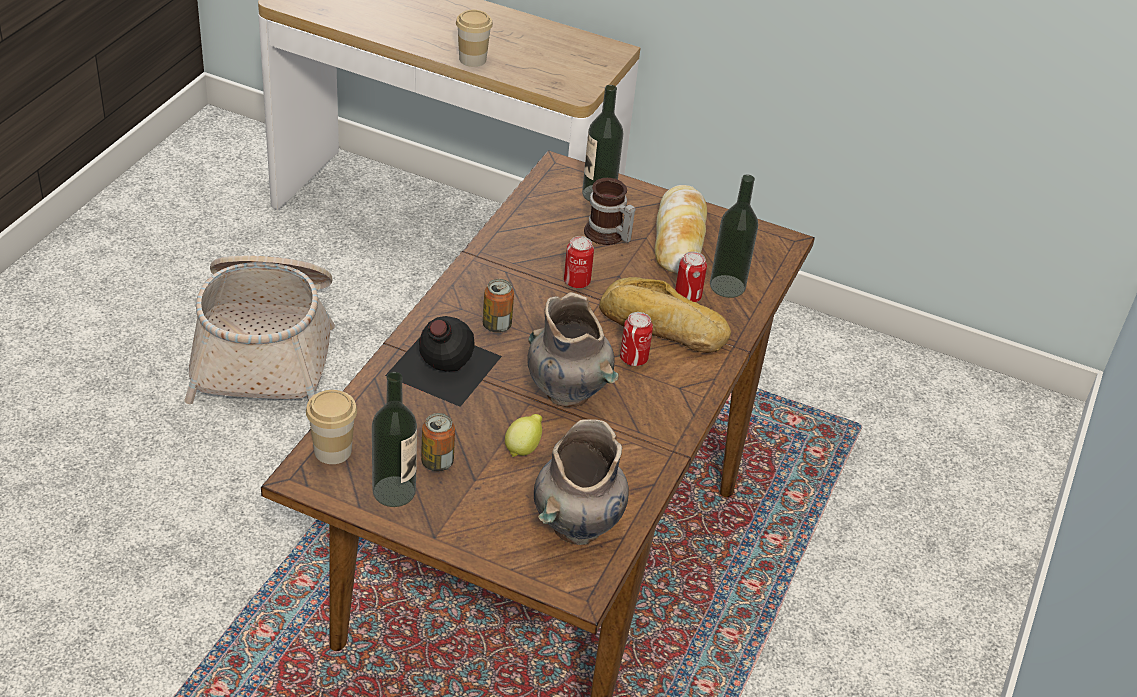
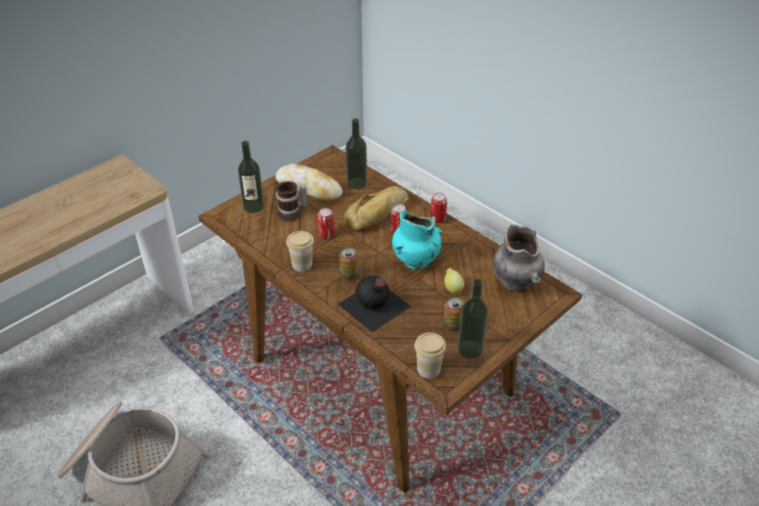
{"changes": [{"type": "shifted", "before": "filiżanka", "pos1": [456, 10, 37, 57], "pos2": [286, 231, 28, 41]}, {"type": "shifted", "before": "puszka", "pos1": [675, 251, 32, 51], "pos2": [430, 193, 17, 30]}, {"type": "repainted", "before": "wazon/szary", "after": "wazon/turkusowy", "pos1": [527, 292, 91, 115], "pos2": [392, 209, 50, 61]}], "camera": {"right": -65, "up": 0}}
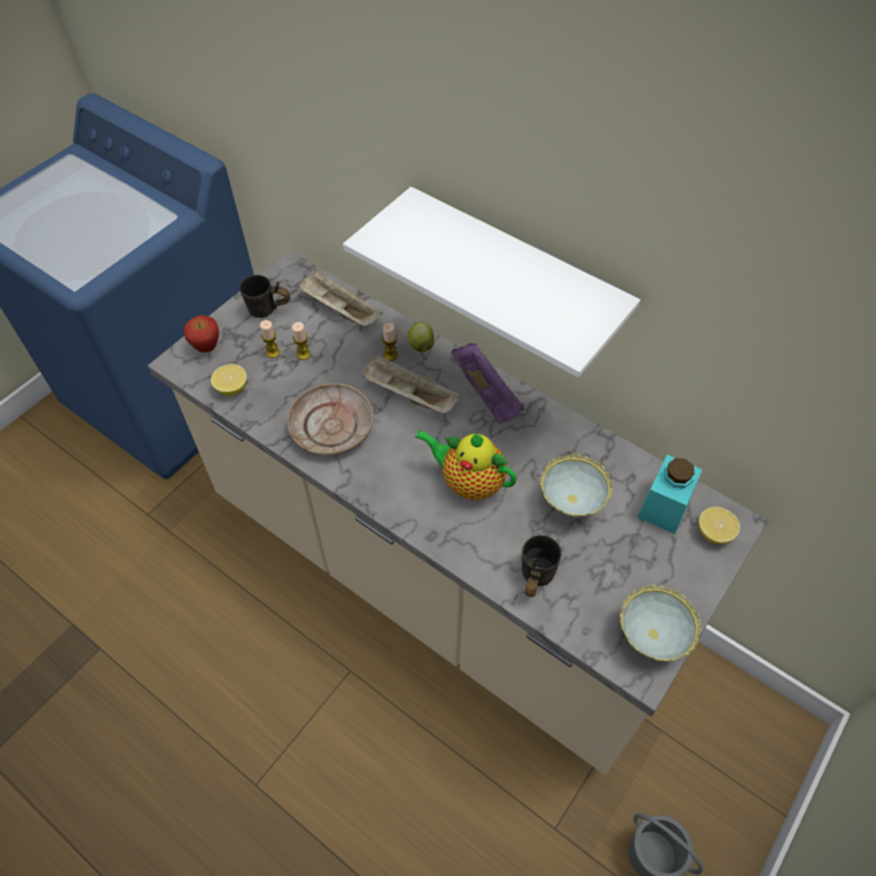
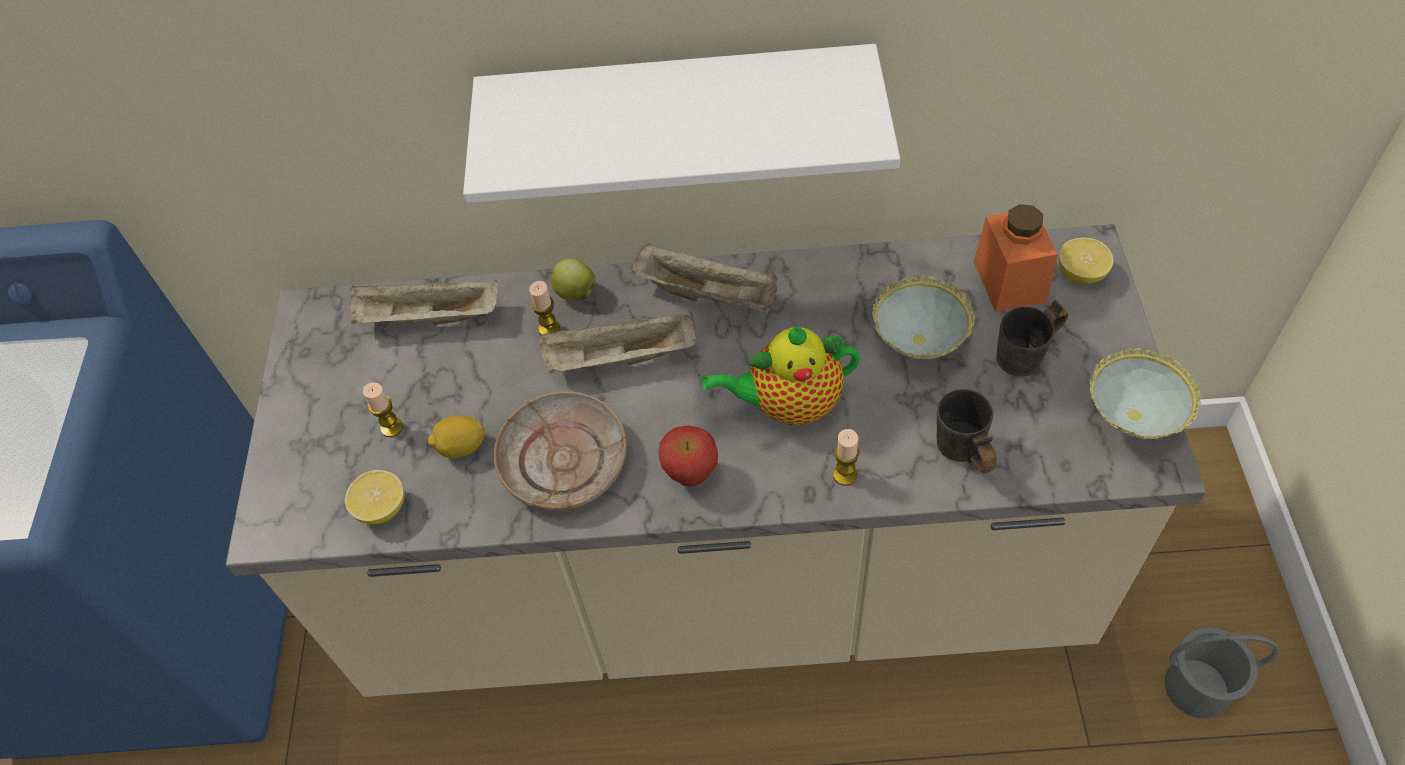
{"changes": [{"type": "shifted", "before": "kubek/szary", "pos1": [239, 275, 51, 43], "pos2": [996, 300, 72, 76]}, {"type": "shifted", "before": "jabłko", "pos1": [184, 315, 35, 38], "pos2": [658, 425, 60, 62]}, {"type": "shifted", "before": "świeca", "pos1": [292, 322, 19, 38], "pos2": [833, 429, 27, 57]}, {"type": "repainted", "before": "taca/fioletowy", "after": "taca/beżowy", "pos1": [451, 343, 74, 81], "pos2": [629, 243, 149, 70]}, {"type": "repainted", "before": "słoik/turkusowy", "after": "słoik/pomarańczowy", "pos1": [637, 455, 66, 79], "pos2": [974, 204, 83, 108]}, {"type": "new", "after": "cytryna", "pos2": [427, 415, 58, 43]}], "camera": {"right": -35, "up": 0}}
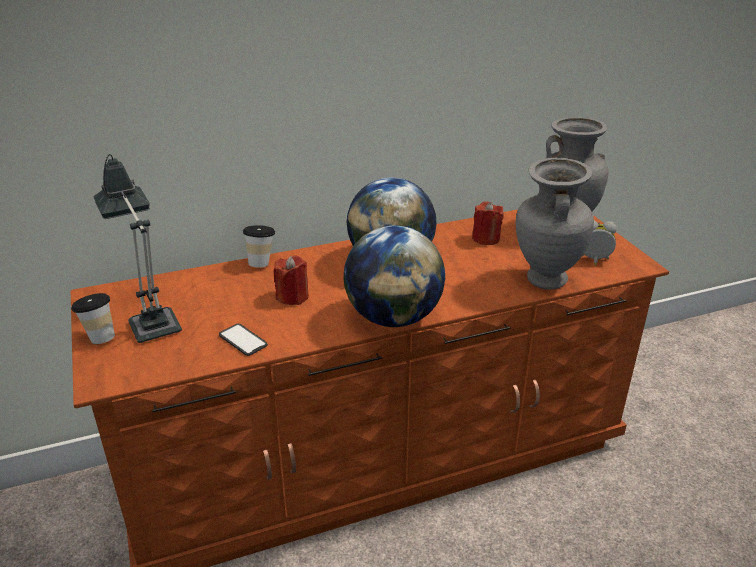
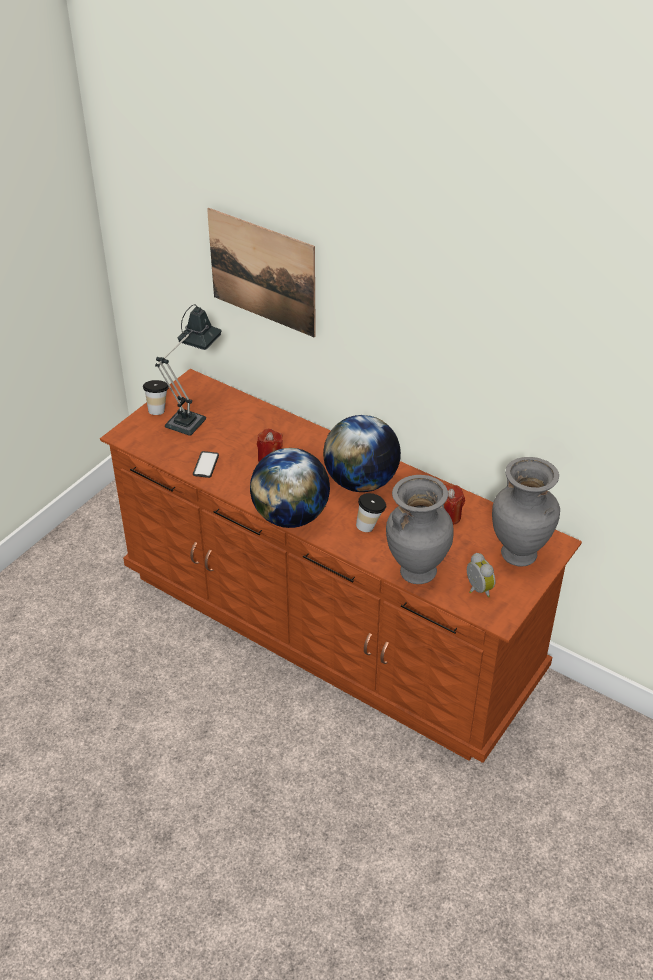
{"changes": [{"type": "shifted", "before": "filiżanka", "pos1": [243, 225, 32, 43], "pos2": [356, 493, 30, 39]}, {"type": "new", "after": "obraz", "pos2": [207, 208, 109, 129]}], "camera": {"right": 55, "up": 10}}
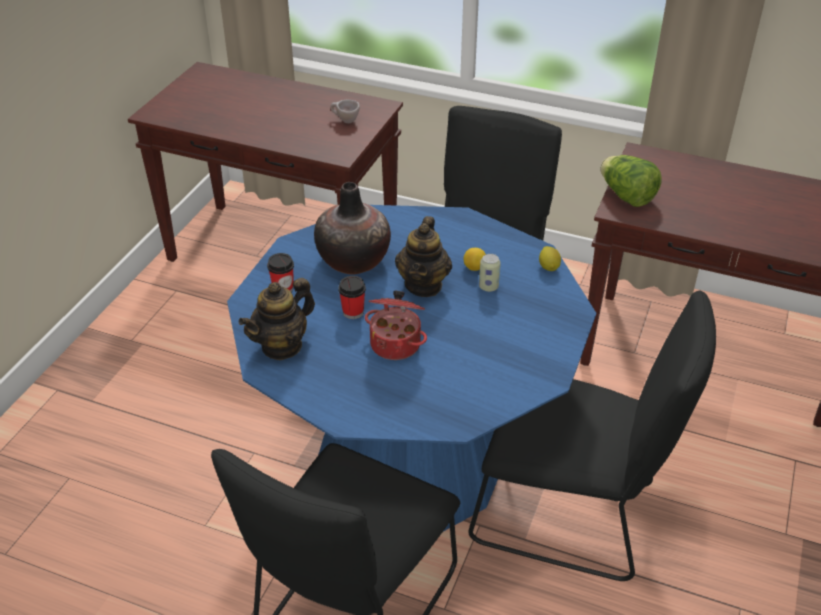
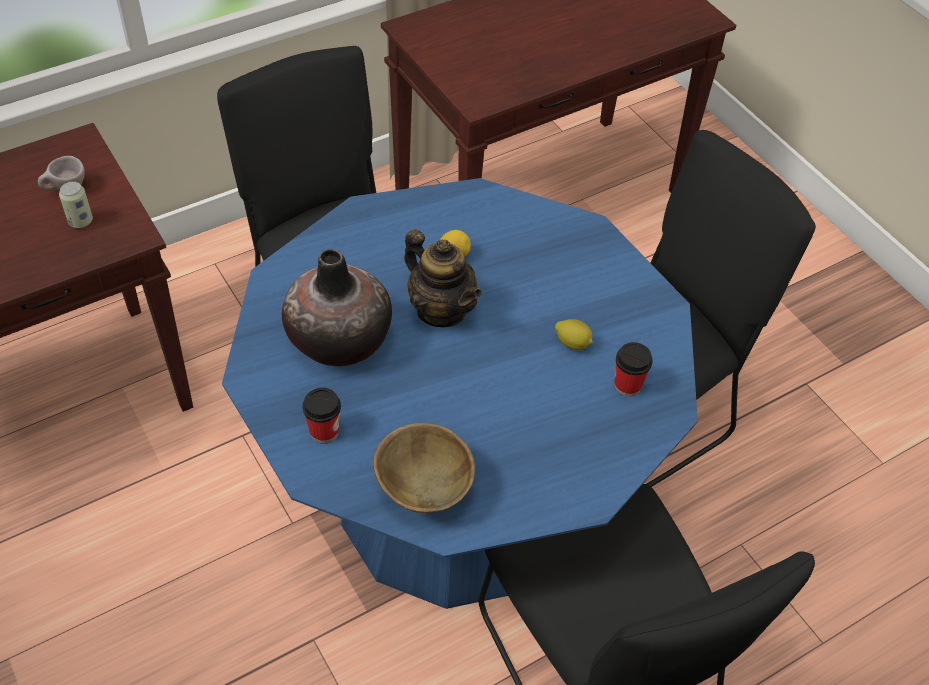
{"changes": [{"type": "gone", "before": "sałata", "pos1": [600, 155, 62, 52]}, {"type": "shifted", "before": "cytryna", "pos1": [539, 246, 22, 25], "pos2": [555, 319, 38, 31]}, {"type": "shifted", "before": "puszka", "pos1": [479, 254, 22, 38], "pos2": [59, 181, 34, 47]}, {"type": "shifted", "before": "filiżanka", "pos1": [338, 276, 28, 43], "pos2": [614, 342, 38, 55]}, {"type": "swapped", "before": "imbryk", "after": "miska/brązowy", "pos1": [239, 278, 76, 82], "pos2": [373, 423, 102, 90]}, {"type": "gone", "before": "garnek", "pos1": [365, 291, 62, 69]}], "camera": {"right": -55, "up": 10}}
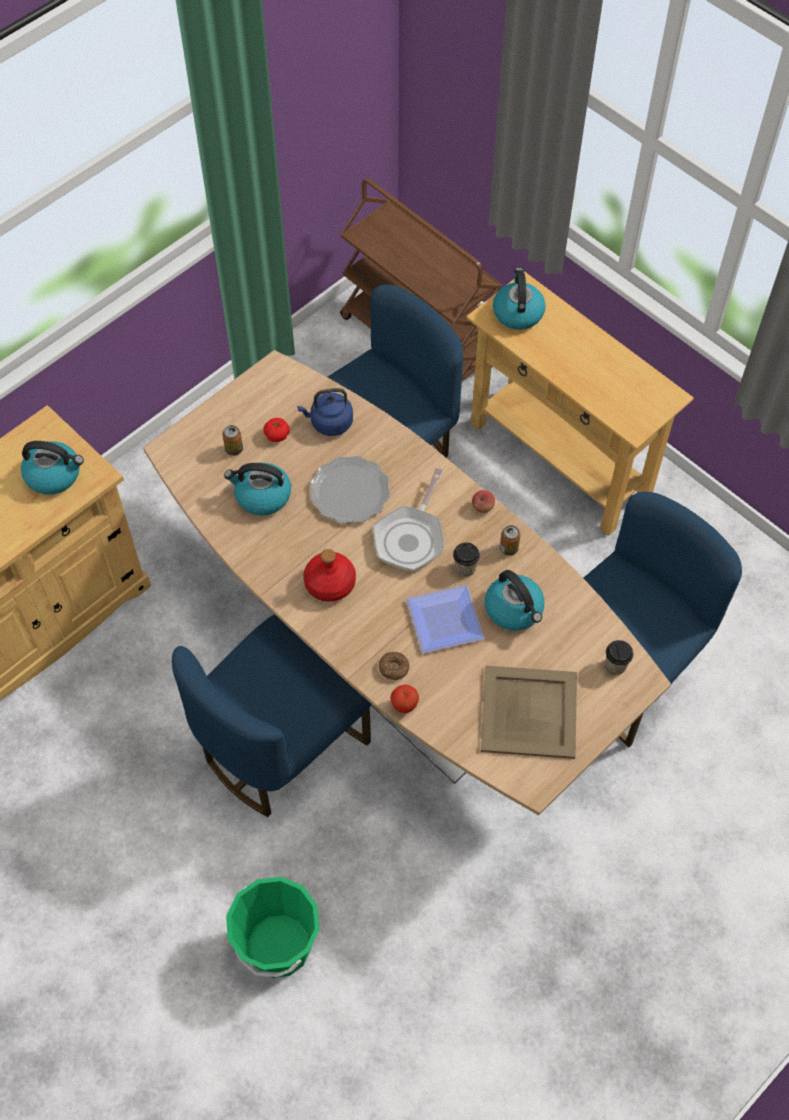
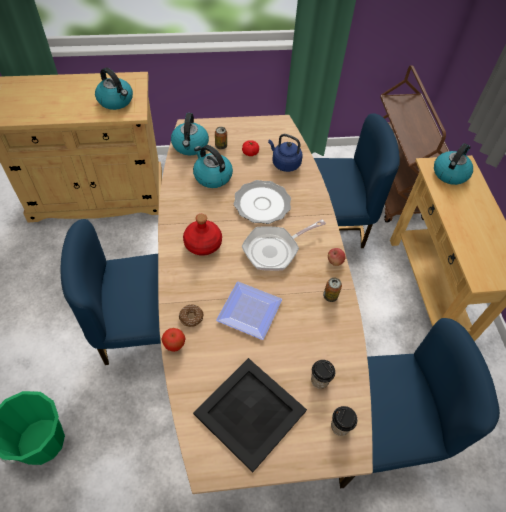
{"changes": [{"type": "shifted", "before": "filiżanka", "pos1": [453, 542, 27, 35], "pos2": [311, 360, 24, 29]}, {"type": "shifted", "before": "czajnik", "pos1": [485, 570, 59, 61], "pos2": [171, 113, 38, 42]}, {"type": "repainted", "before": "taca/beżowy", "after": "taca/czarny", "pos1": [481, 666, 96, 93], "pos2": [193, 358, 114, 115]}], "camera": {"right": 35, "up": -5}}
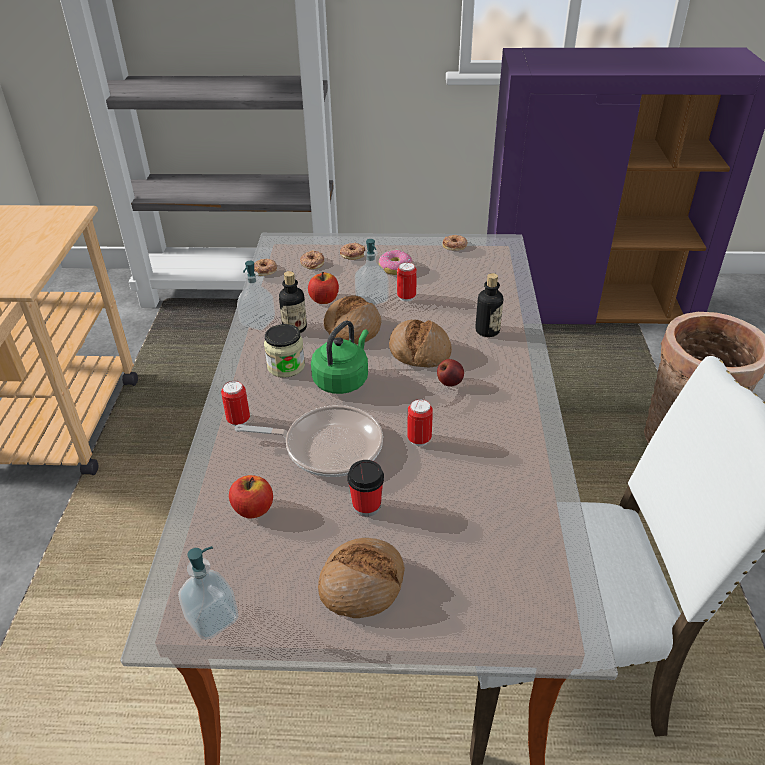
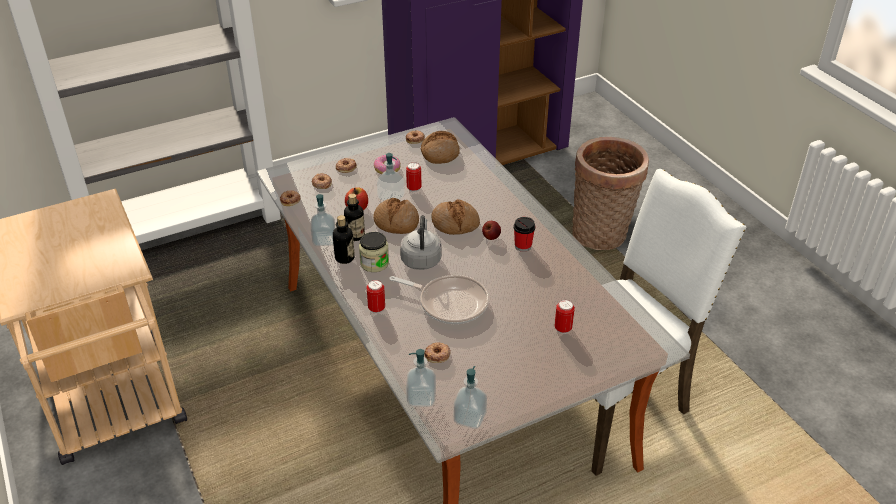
{"changes": [{"type": "shifted", "before": "butelka", "pos1": [475, 273, 28, 64], "pos2": [333, 215, 22, 49]}, {"type": "repainted", "before": "czajnik/zielony", "after": "czajnik/szary", "pos1": [311, 320, 57, 74], "pos2": [400, 215, 42, 55]}, {"type": "shifted", "before": "puszka", "pos1": [407, 399, 26, 47], "pos2": [555, 300, 20, 34]}, {"type": "rotated", "before": "patelnia", "pos1": [235, 405, 148, 72], "pos2": [389, 275, 100, 49], "turn": 45}, {"type": "shifted", "before": "filiżanka", "pos1": [347, 460, 37, 57], "pos2": [514, 217, 21, 35]}, {"type": "swapped", "before": "jabłko", "after": "donut", "pos1": [229, 475, 44, 44], "pos2": [424, 342, 27, 21]}, {"type": "shifted", "before": "chleb", "pos1": [318, 538, 87, 80], "pos2": [421, 131, 39, 33]}, {"type": "new", "after": "dozownik mydła", "pos2": [406, 349, 30, 58]}], "camera": {"right": -30, "up": 0}}
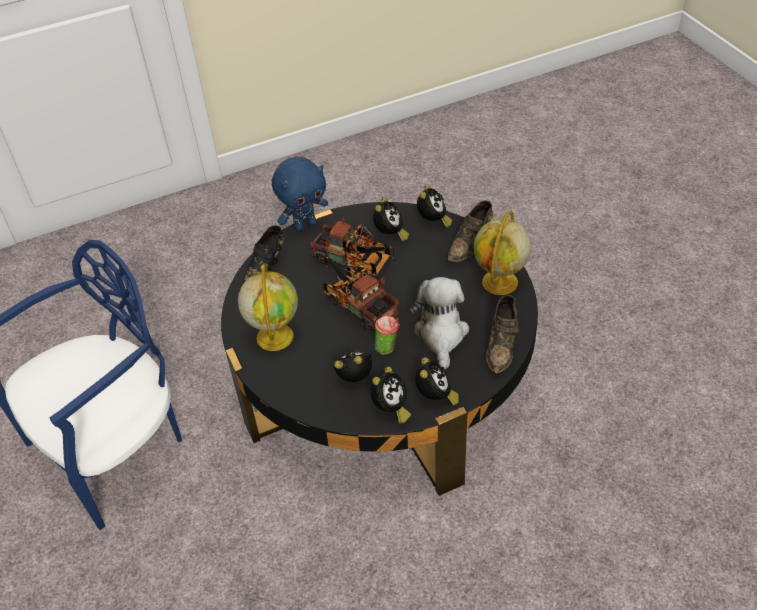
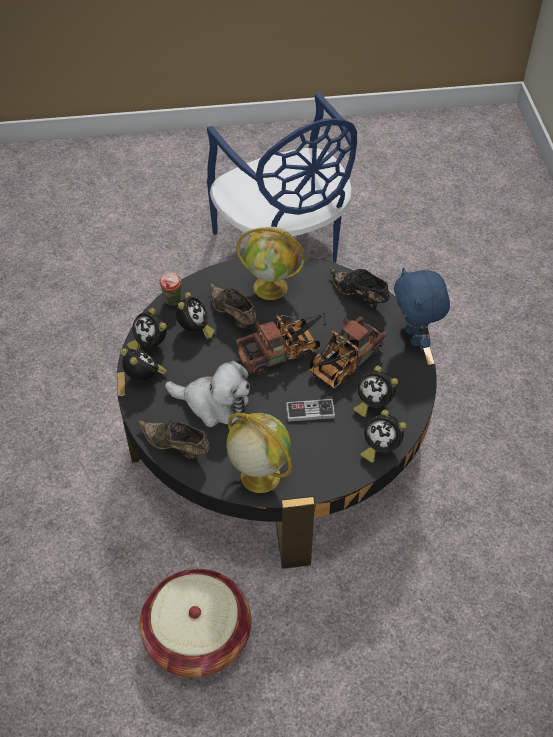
{"changes": [{"type": "shifted", "before": "but/brązowy", "pos1": [447, 201, 46, 61], "pos2": [210, 283, 46, 45]}, {"type": "shifted", "before": "filiżanka", "pos1": [375, 316, 25, 39], "pos2": [160, 272, 21, 34]}, {"type": "rotated", "before": "budzik", "pos1": [416, 357, 43, 48], "pos2": [120, 348, 47, 33], "turn": -150}, {"type": "new", "after": "pad do gier", "pos2": [286, 399, 49, 23]}, {"type": "new", "after": "koszyk", "pos2": [139, 569, 112, 109]}], "camera": {"right": 105, "up": 5}}
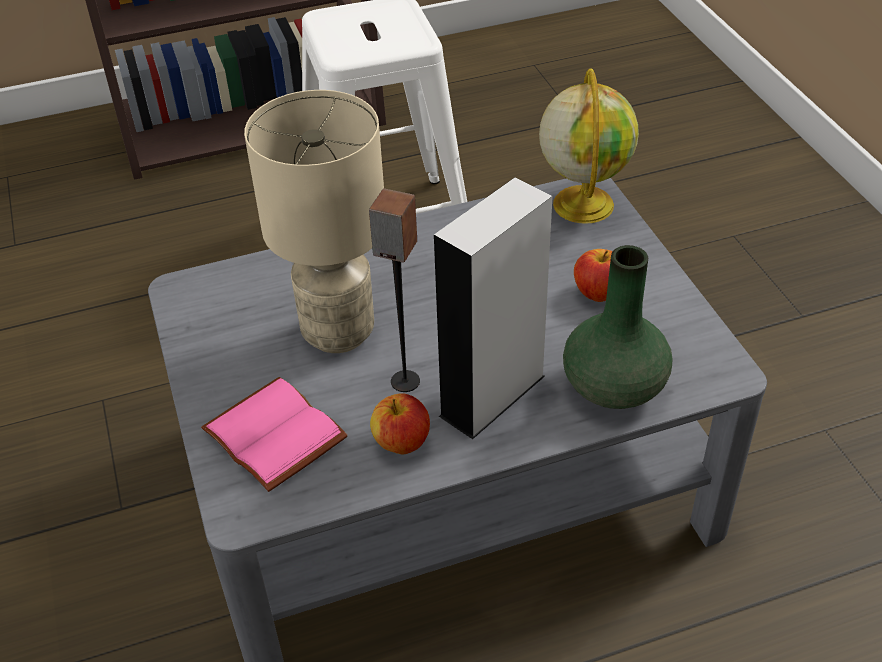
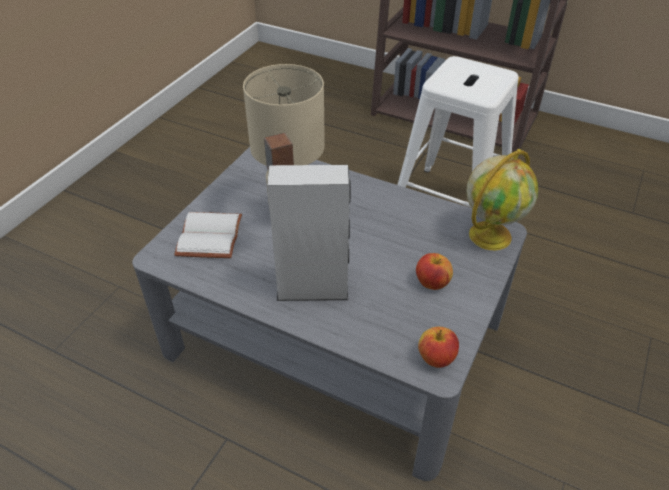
{"changes": [{"type": "gone", "before": "wazon/zielony", "pos1": [563, 245, 109, 164]}, {"type": "repainted", "before": "książka/różowy", "after": "książka/biały", "pos1": [201, 377, 147, 115], "pos2": [174, 212, 68, 46]}, {"type": "shifted", "before": "jabłko", "pos1": [370, 393, 60, 62], "pos2": [418, 327, 41, 41]}], "camera": {"right": 45, "up": 0}}
